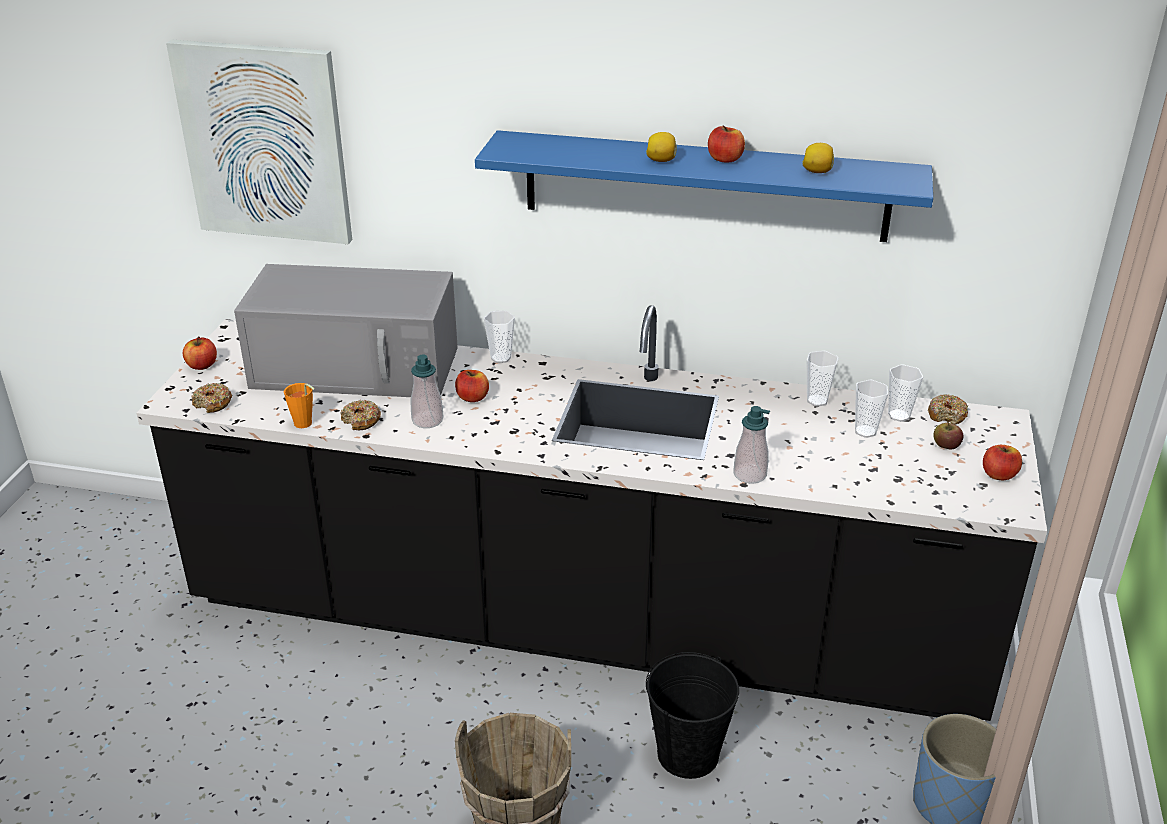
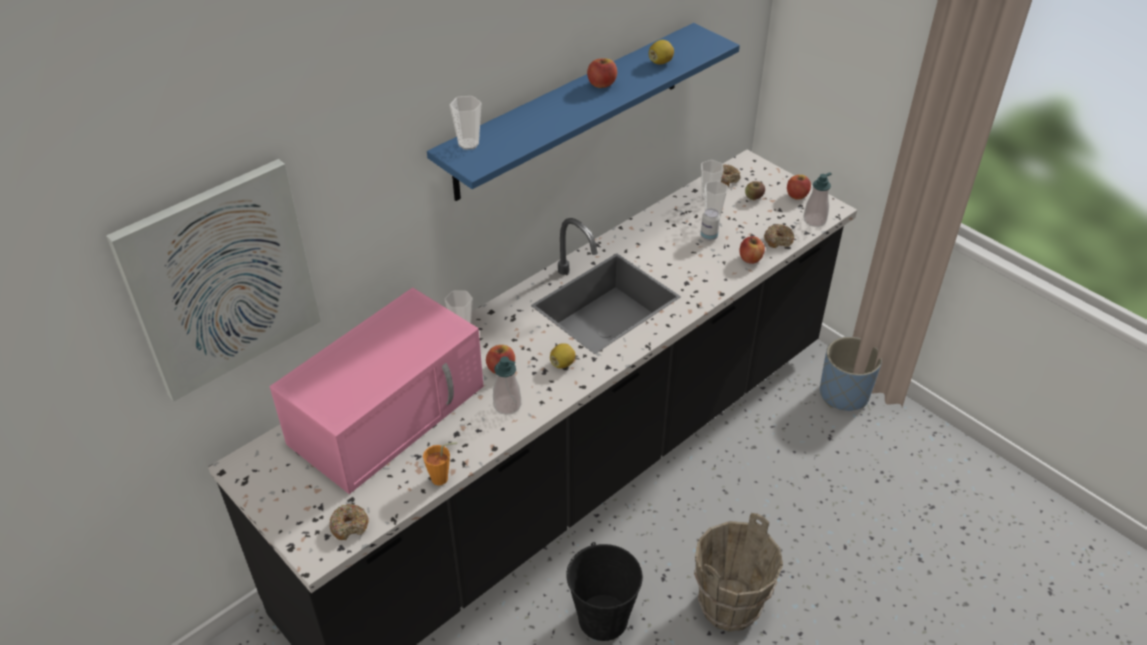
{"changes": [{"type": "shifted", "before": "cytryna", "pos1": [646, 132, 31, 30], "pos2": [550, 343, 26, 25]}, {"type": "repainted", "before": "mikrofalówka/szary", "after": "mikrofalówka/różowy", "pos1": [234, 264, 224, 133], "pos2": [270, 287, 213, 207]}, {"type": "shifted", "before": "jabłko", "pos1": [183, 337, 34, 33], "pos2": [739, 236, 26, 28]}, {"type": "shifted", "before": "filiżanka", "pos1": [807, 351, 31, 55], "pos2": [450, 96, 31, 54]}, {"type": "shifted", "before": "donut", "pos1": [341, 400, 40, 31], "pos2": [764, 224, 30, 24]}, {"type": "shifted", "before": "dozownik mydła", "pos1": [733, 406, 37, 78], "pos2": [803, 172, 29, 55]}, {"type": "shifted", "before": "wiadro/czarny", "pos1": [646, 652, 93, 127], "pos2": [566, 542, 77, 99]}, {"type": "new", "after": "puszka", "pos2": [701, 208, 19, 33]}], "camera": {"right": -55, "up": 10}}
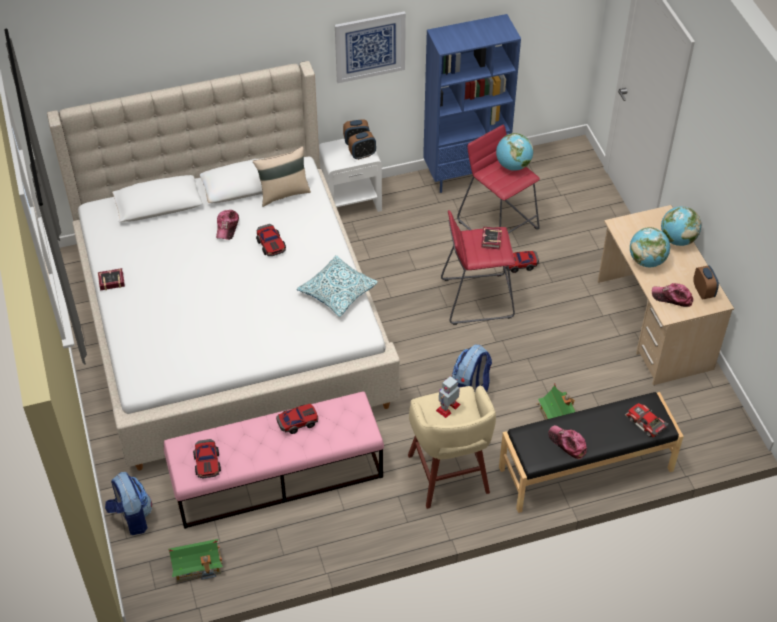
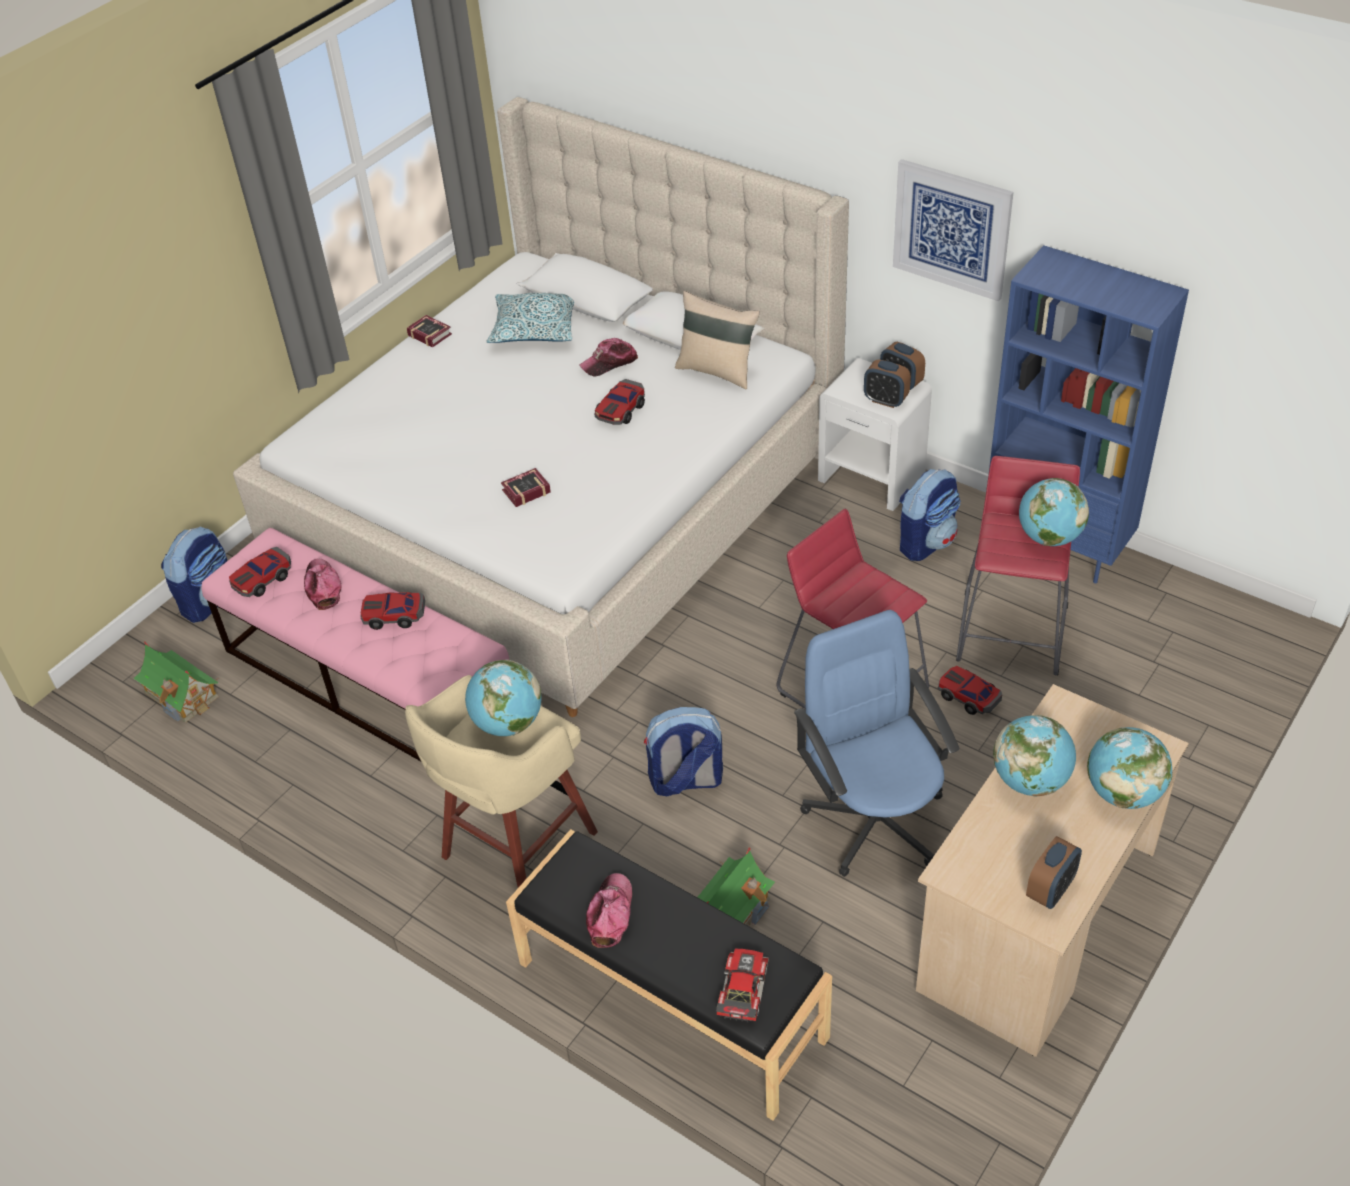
{"changes": [{"type": "shifted", "before": "książka", "pos1": [481, 227, 21, 22], "pos2": [501, 468, 50, 39]}, {"type": "shifted", "before": "poduszka", "pos1": [297, 255, 81, 62], "pos2": [486, 293, 88, 50]}, {"type": "shifted", "before": "czapka z daszkiem", "pos1": [652, 283, 41, 24], "pos2": [304, 558, 38, 52]}, {"type": "swapped", "before": "robot zabawkowy", "after": "globus", "pos1": [436, 376, 24, 42], "pos2": [465, 660, 76, 76]}, {"type": "rotated", "before": "samochodzik", "pos1": [276, 404, 42, 30], "pos2": [360, 592, 65, 38], "turn": 150}, {"type": "new", "after": "plecak", "pos2": [899, 469, 62, 92]}, {"type": "new", "after": "krzesło biurowe/niebieski", "pos2": [794, 610, 165, 267]}], "camera": {"right": 55, "up": -5}}
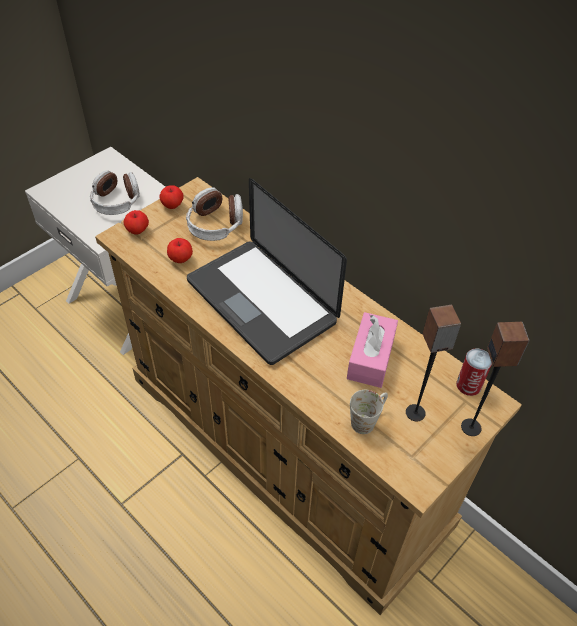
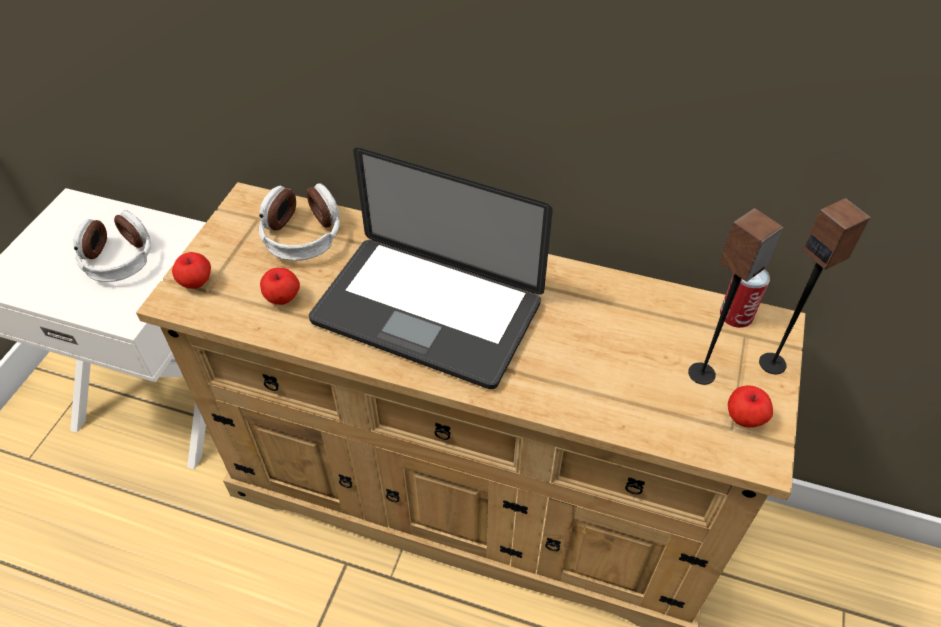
{"changes": [{"type": "shifted", "before": "jabłko", "pos1": [160, 185, 24, 24], "pos2": [728, 385, 45, 43]}, {"type": "gone", "before": "pudełko chusteczek/różowy", "pos1": [347, 312, 51, 76]}, {"type": "gone", "before": "kubek/biały", "pos1": [350, 390, 38, 44]}], "camera": {"right": -25, "up": 0}}
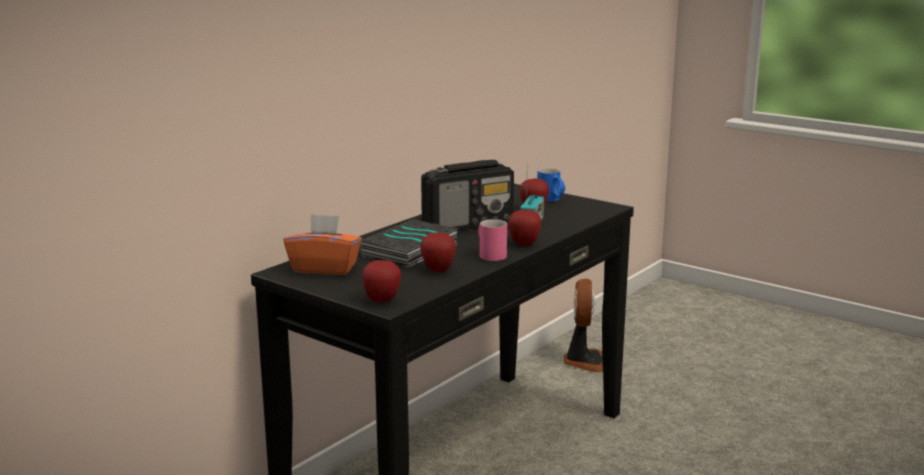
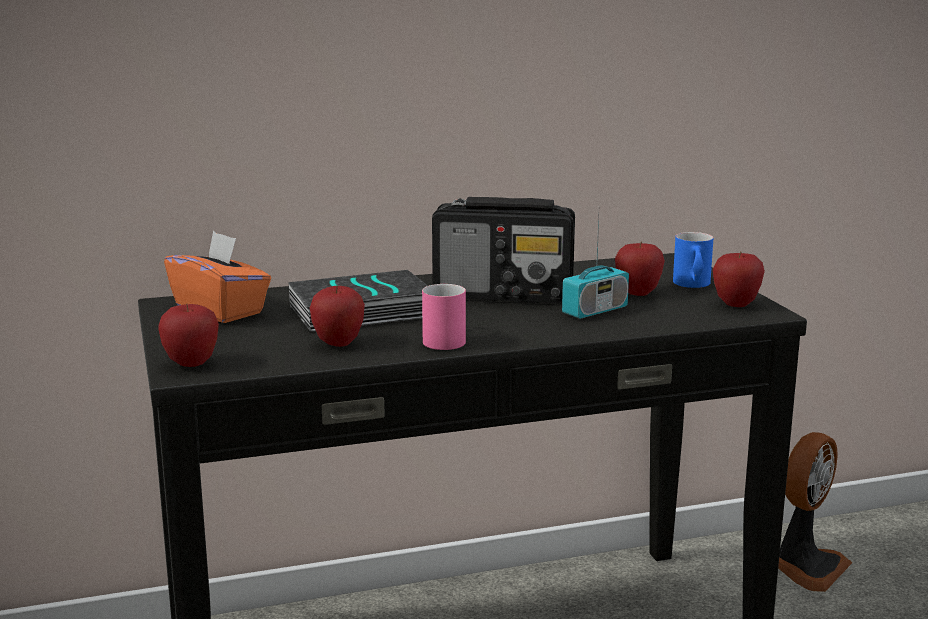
{"changes": [{"type": "shifted", "before": "jabłko", "pos1": [508, 209, 33, 37], "pos2": [713, 252, 52, 55]}], "camera": {"right": 35, "up": 0}}
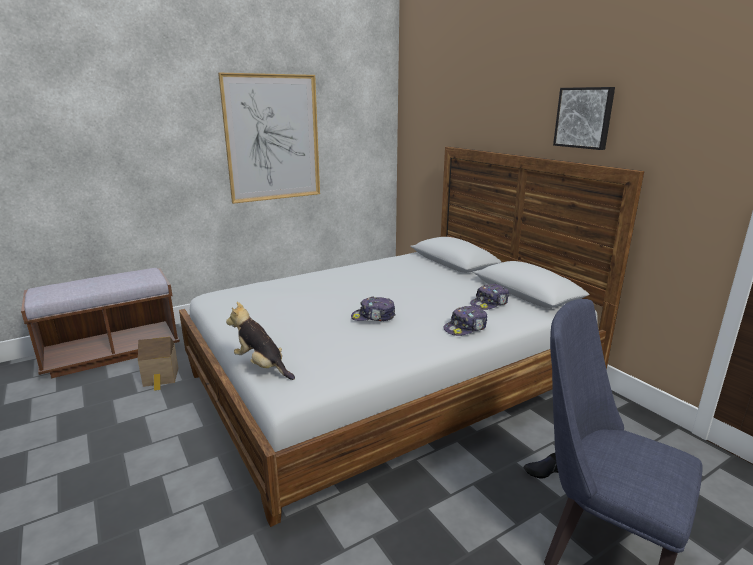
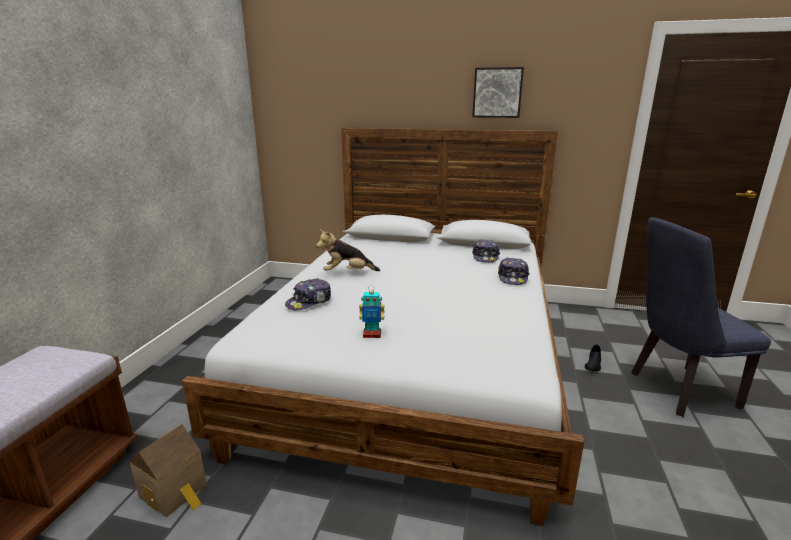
{"changes": [{"type": "gone", "before": "obraz", "pos1": [218, 73, 102, 131]}, {"type": "shifted", "before": "czapka z daszkiem", "pos1": [351, 296, 45, 25], "pos2": [285, 278, 46, 32]}, {"type": "shifted", "before": "pluszak", "pos1": [226, 302, 69, 78], "pos2": [316, 229, 64, 42]}, {"type": "new", "after": "robot zabawkowy", "pos2": [359, 286, 26, 52]}], "camera": {"right": -45, "up": 0}}
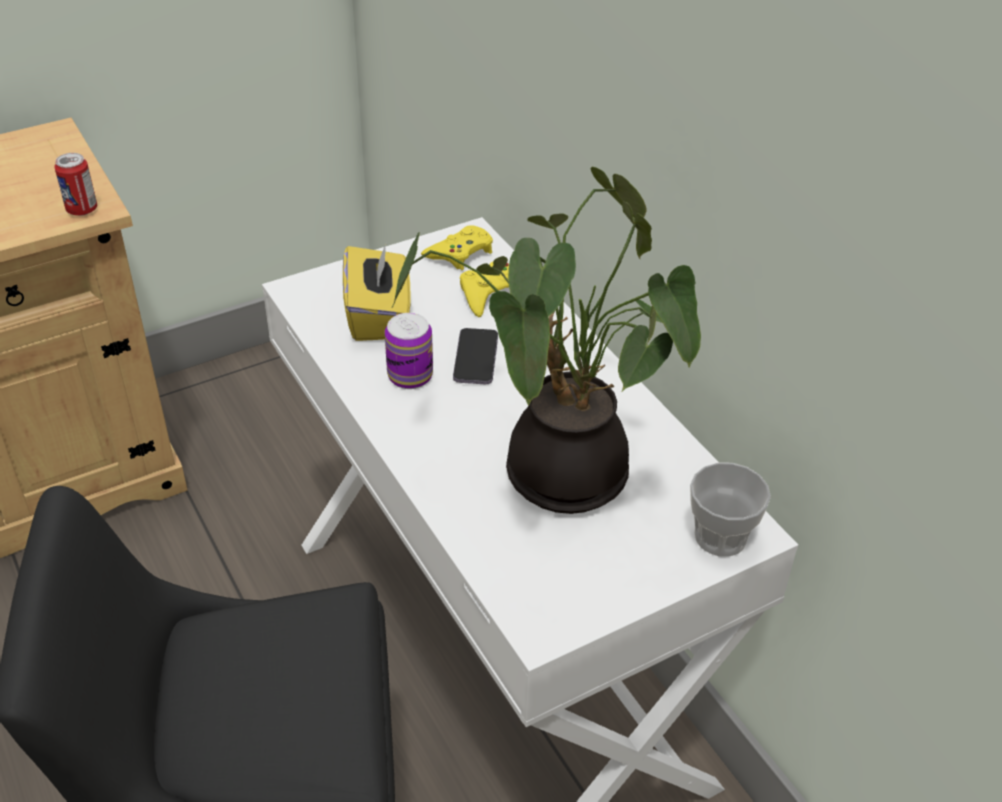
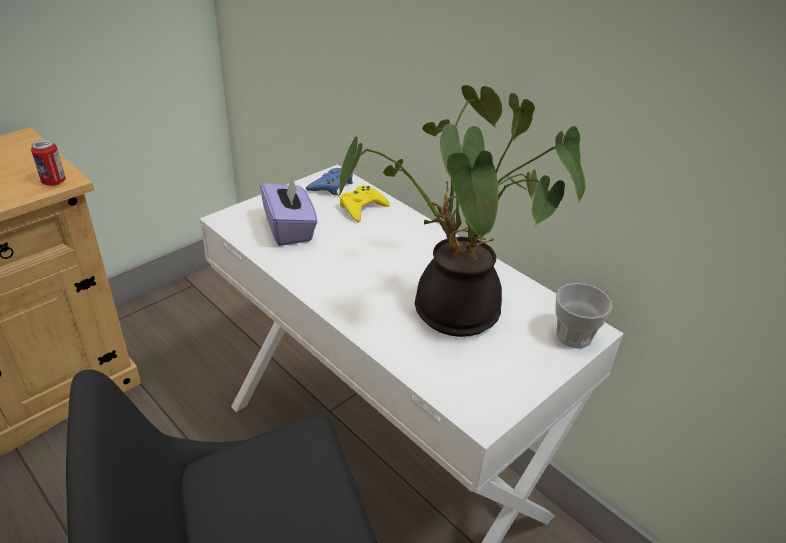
{"changes": [{"type": "repainted", "before": "pad do gier/żółty", "after": "pad do gier/niebieski", "pos1": [421, 226, 72, 44], "pos2": [306, 168, 47, 28]}, {"type": "repainted", "before": "pudełko chusteczek/żółty", "after": "pudełko chusteczek/fioletowy", "pos1": [343, 241, 67, 100], "pos2": [260, 174, 57, 72]}, {"type": "gone", "before": "puszka", "pos1": [385, 313, 48, 76]}, {"type": "gone", "before": "telefon", "pos1": [453, 328, 45, 56]}], "camera": {"right": -15, "up": -5}}
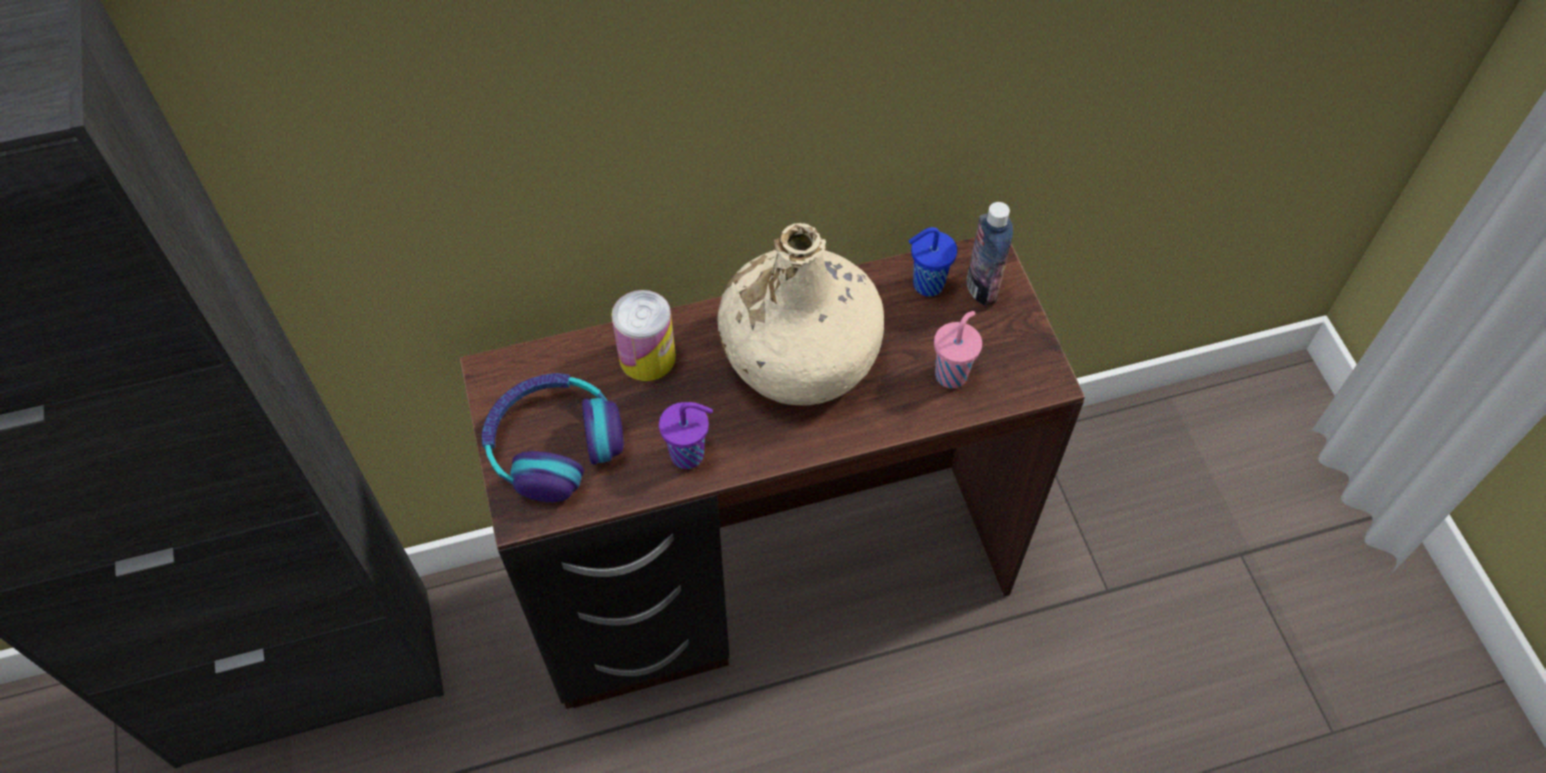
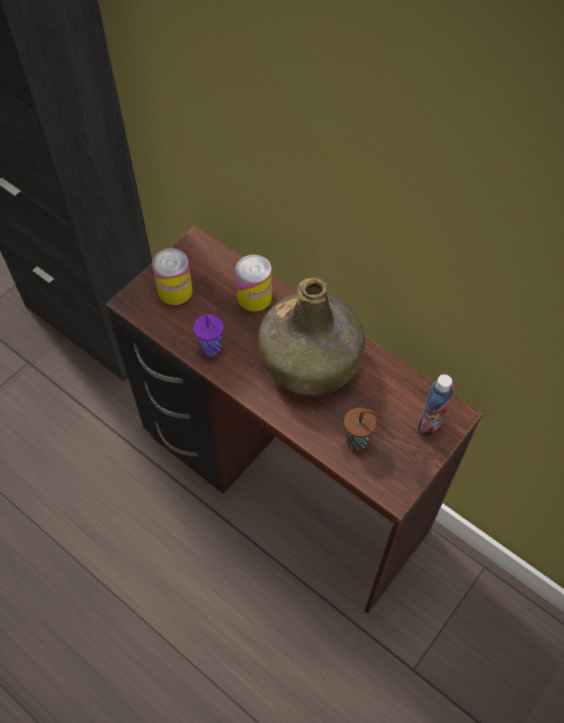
{"changes": [{"type": "repainted", "before": "butelka/beżowy", "after": "butelka/zielony", "pos1": [717, 223, 167, 183], "pos2": [258, 278, 107, 118]}, {"type": "gone", "before": "filiżanka/niebieski", "pos1": [909, 227, 48, 69]}, {"type": "repainted", "before": "filiżanka/różowy", "after": "filiżanka/brązowy", "pos1": [934, 311, 48, 77], "pos2": [344, 408, 37, 42]}, {"type": "swapped", "before": "słuchawki", "after": "puszka", "pos1": [482, 373, 142, 129], "pos2": [152, 248, 41, 57]}], "camera": {"right": 55, "up": 0}}
